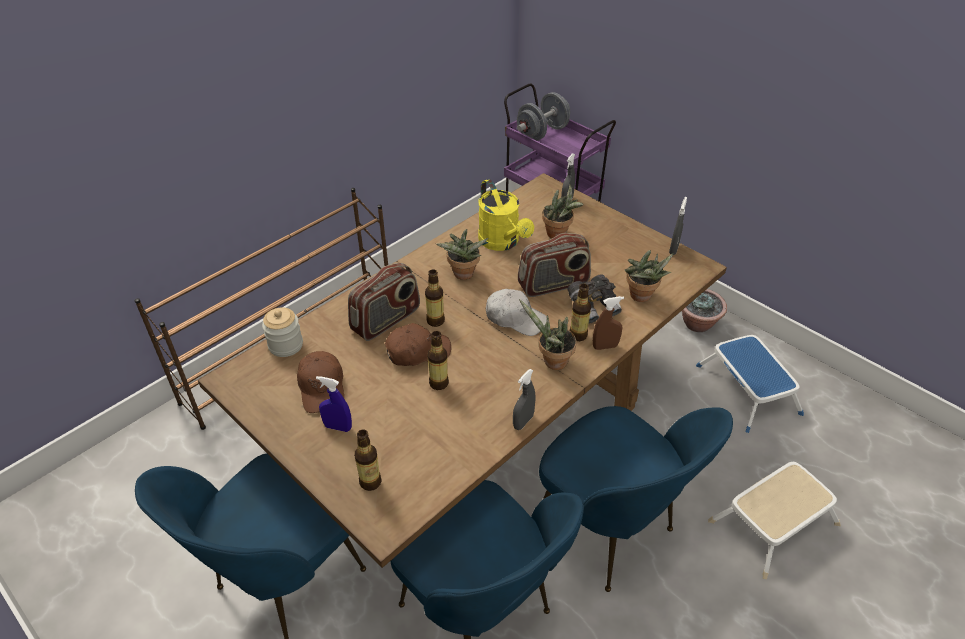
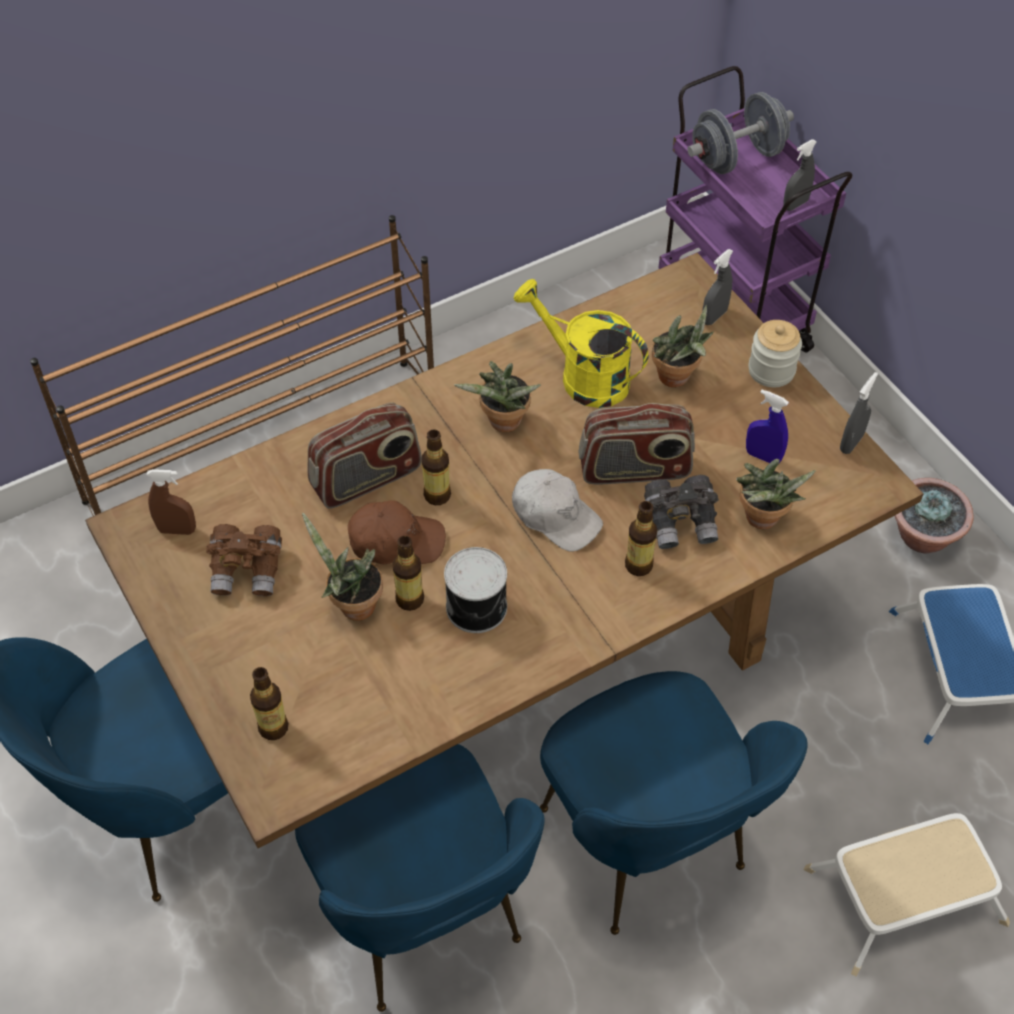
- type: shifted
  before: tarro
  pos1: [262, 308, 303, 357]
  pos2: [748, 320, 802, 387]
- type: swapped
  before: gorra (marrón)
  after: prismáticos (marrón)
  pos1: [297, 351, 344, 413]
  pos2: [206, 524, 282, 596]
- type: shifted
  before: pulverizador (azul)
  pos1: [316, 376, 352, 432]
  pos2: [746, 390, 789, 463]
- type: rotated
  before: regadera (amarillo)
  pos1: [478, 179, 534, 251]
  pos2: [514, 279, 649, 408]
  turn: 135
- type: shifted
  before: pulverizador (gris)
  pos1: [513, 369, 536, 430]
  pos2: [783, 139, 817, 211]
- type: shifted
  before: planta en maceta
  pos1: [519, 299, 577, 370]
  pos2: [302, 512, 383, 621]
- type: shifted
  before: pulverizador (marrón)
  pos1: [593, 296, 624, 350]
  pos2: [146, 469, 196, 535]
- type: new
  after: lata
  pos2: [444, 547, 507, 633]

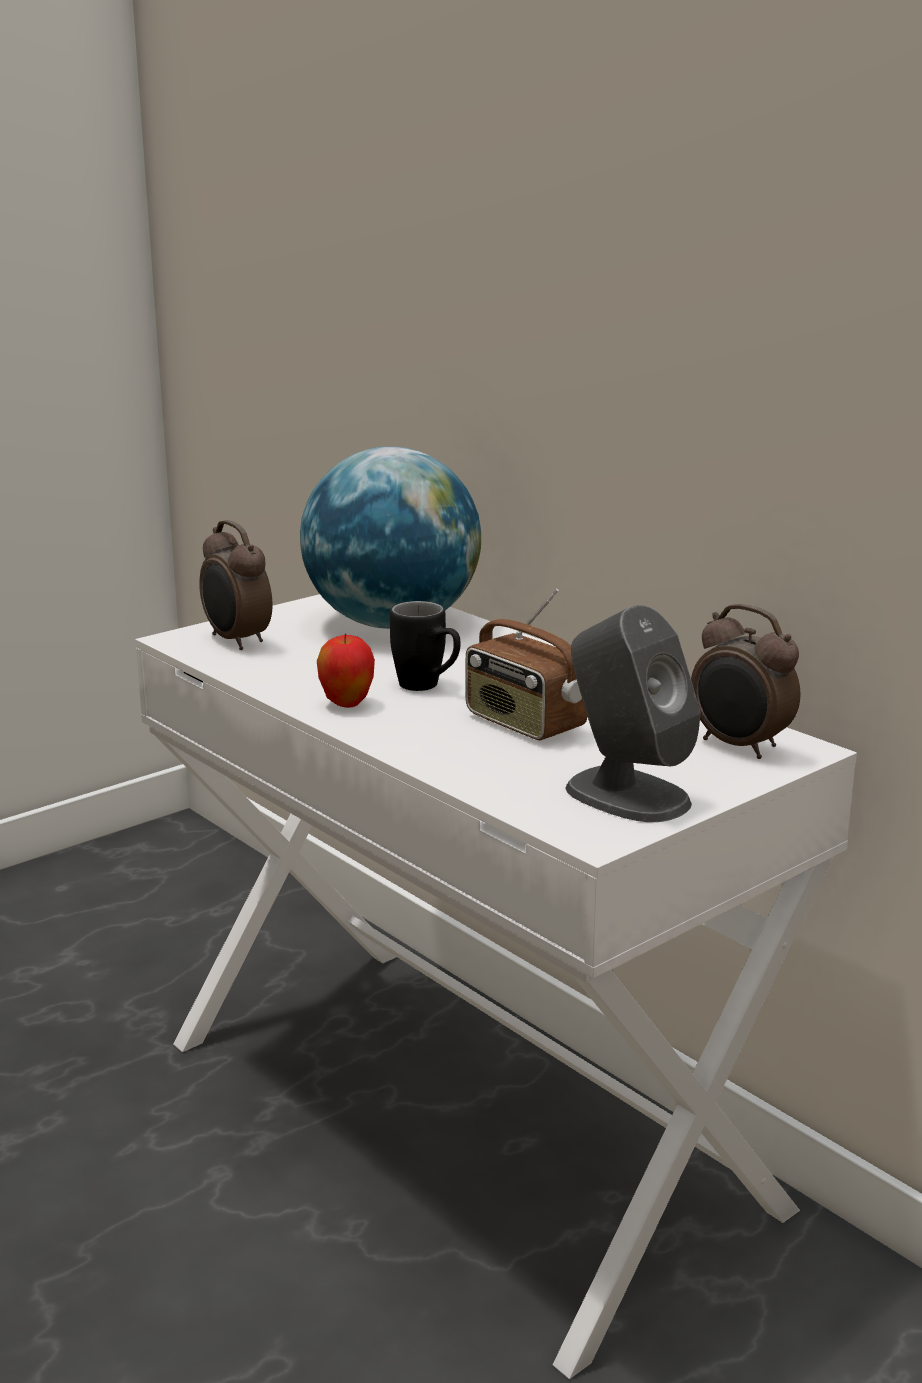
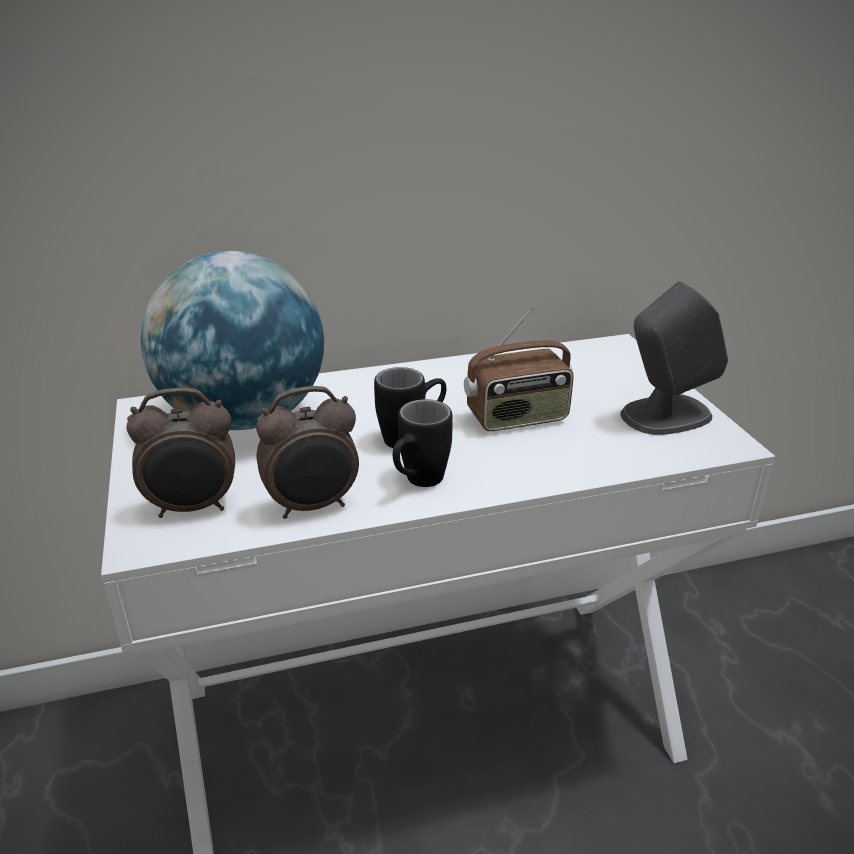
- type: swapped
  before: manzana
  after: taza grande (negro)
  pos1: [317, 633, 375, 708]
  pos2: [393, 399, 453, 487]
- type: shifted
  before: despertador
  pos1: [691, 604, 800, 759]
  pos2: [256, 386, 359, 519]

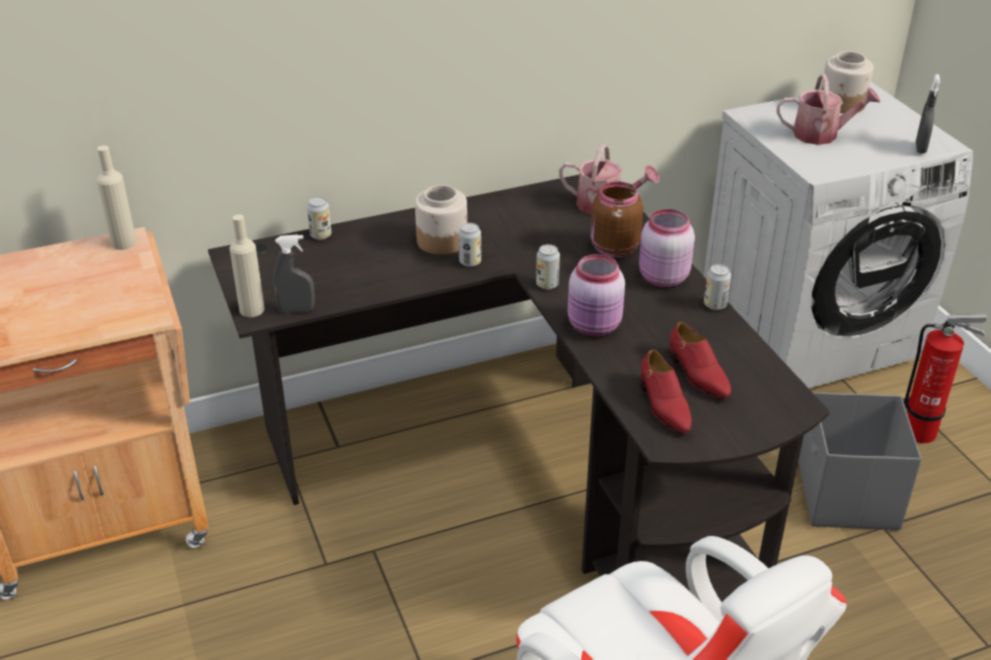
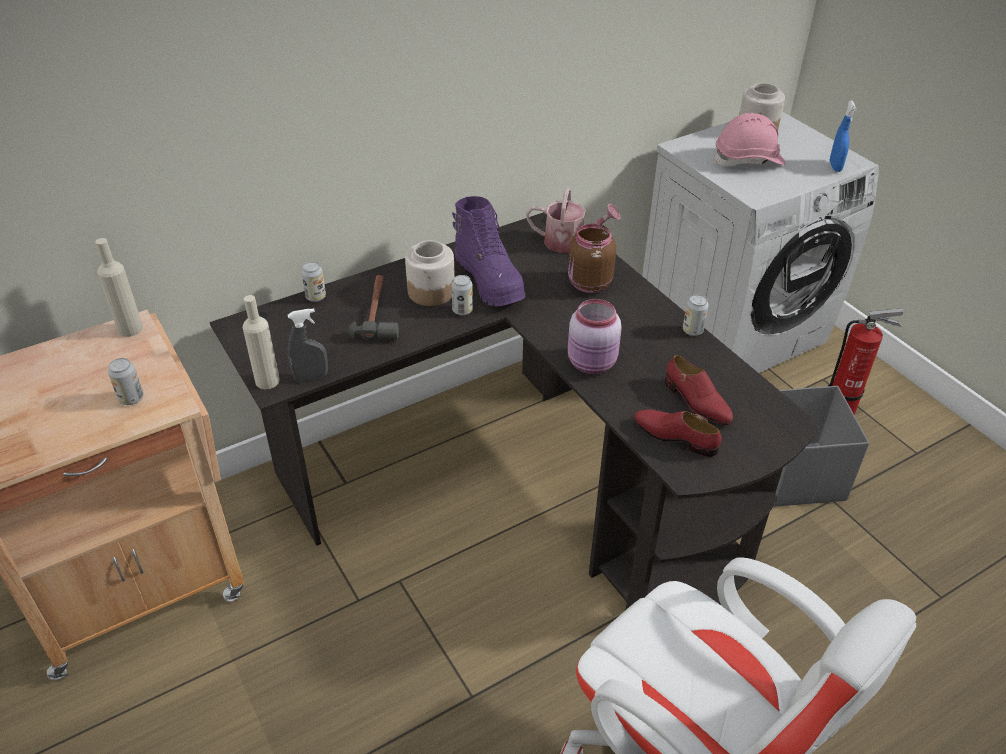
- type: shifted
  before: lata
  pos1: [536, 244, 560, 289]
  pos2: [108, 358, 144, 405]
- type: gone
  before: tarro (rosa)
  pos1: [639, 209, 695, 287]
- type: rotated
  before: zapato (rojo)
  pos1: [640, 349, 692, 434]
  pos2: [634, 409, 722, 457]
  turn: 150
- type: swapped
  before: regadera
  after: casco (rosa)
  pos1: [777, 74, 881, 145]
  pos2: [714, 113, 785, 167]
- type: repainted
  before: pulverizador (gris)
  after: pulverizador (azul)
  pos1: [916, 74, 940, 154]
  pos2: [830, 101, 856, 172]
- type: new
  after: martillo
  pos2: [348, 275, 399, 340]
- type: new
  after: bota (morado)
  pos2: [452, 196, 526, 307]

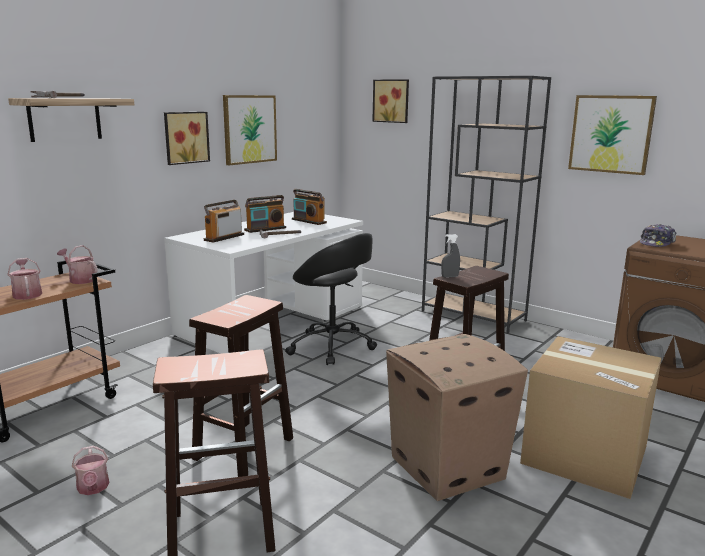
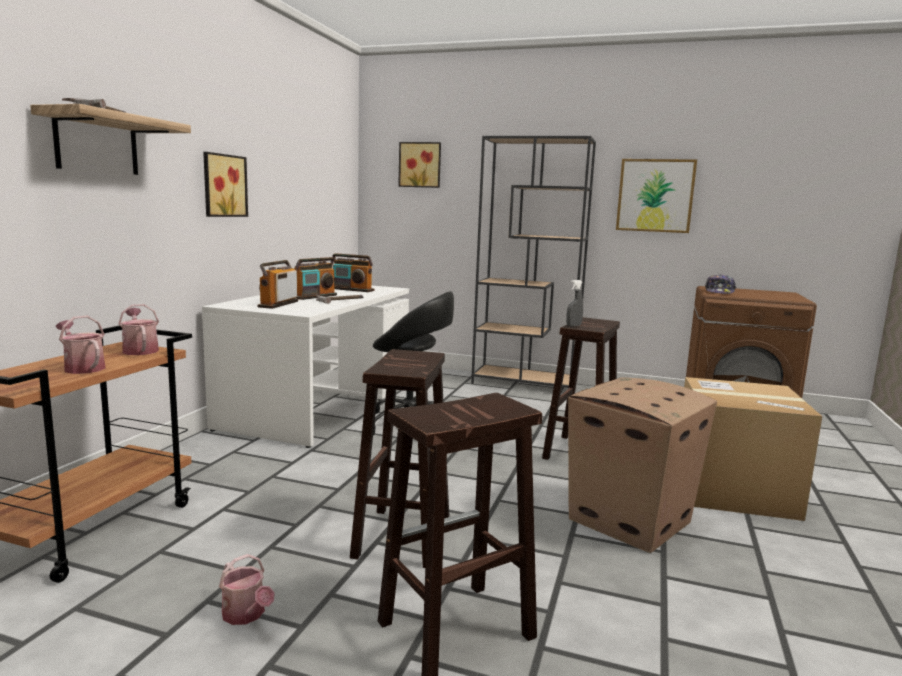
- type: rotated
  before: regadera
  pos1: [57, 245, 98, 284]
  pos2: [119, 304, 159, 355]
  turn: 45
- type: gone
  before: cuadro
  pos1: [223, 95, 277, 165]

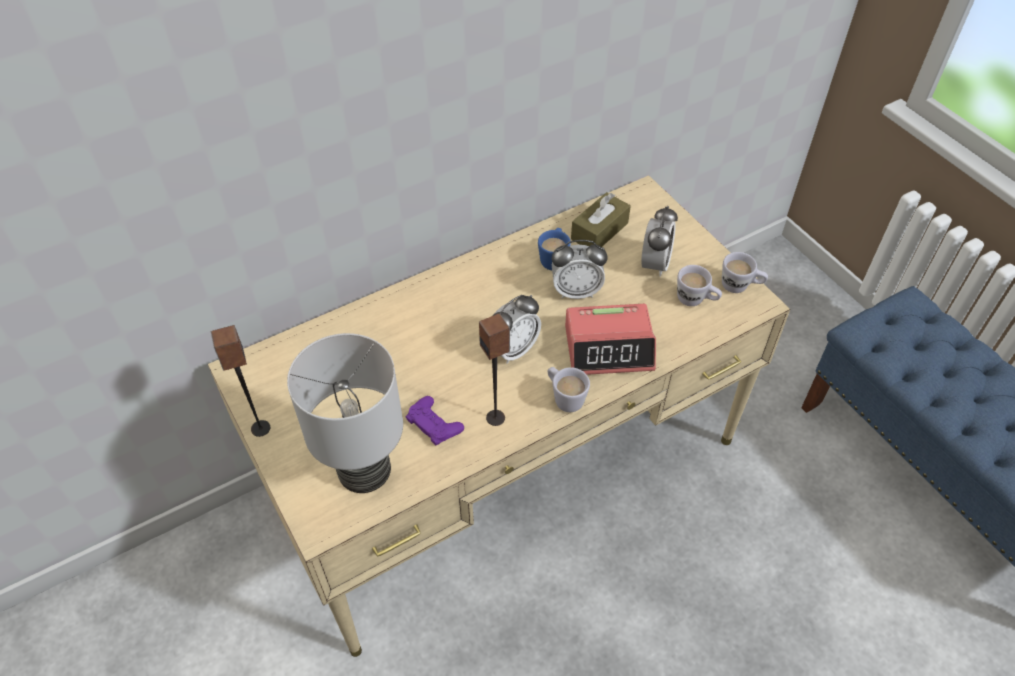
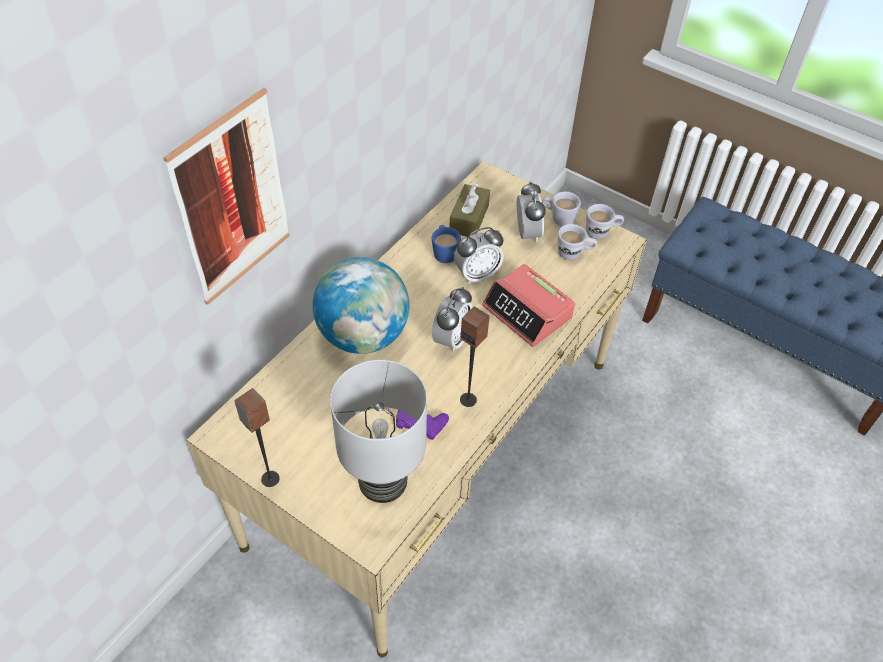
- type: shifted
  before: taza grande (blanco)
  pos1: [548, 367, 590, 412]
  pos2: [542, 192, 581, 226]
- type: rotated
  before: despertador
  pos1: [565, 304, 656, 375]
  pos2: [482, 264, 575, 347]
  turn: 75
- type: new
  after: cuadro
  pos2: [163, 88, 290, 305]
- type: new
  after: globo terráqueo
  pos2: [312, 257, 409, 354]

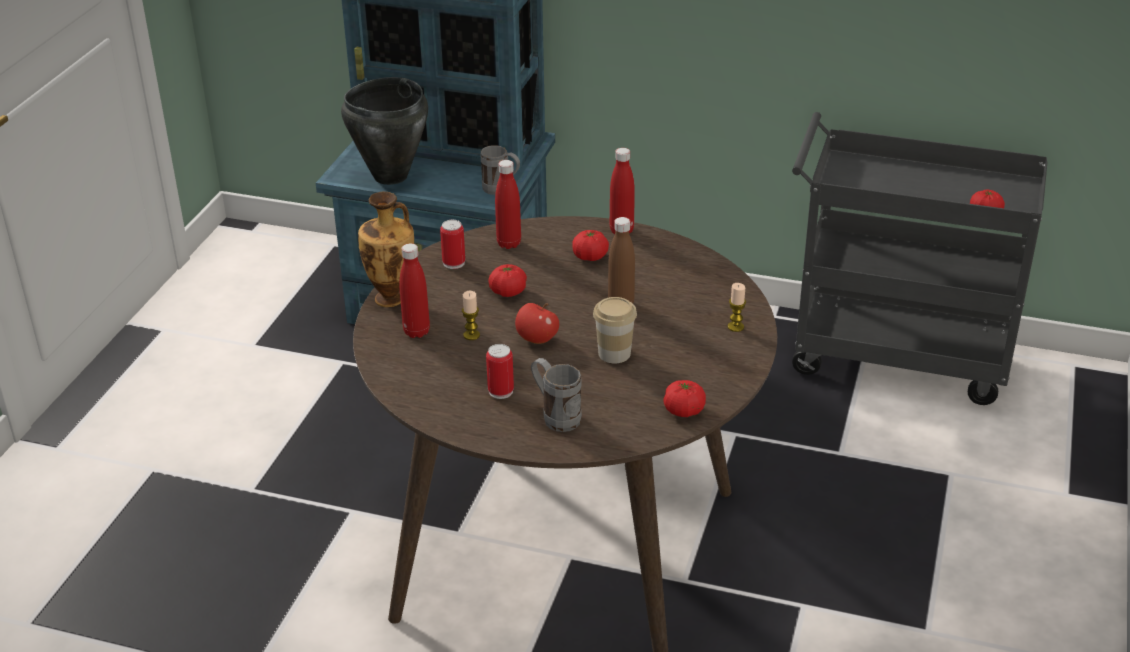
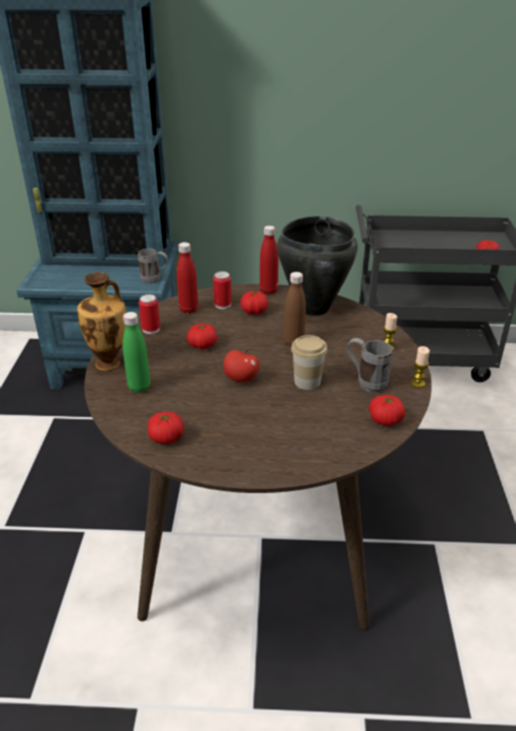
- type: shifted
  before: olla (negro)
  pos1: [341, 77, 428, 185]
  pos2: [277, 216, 358, 316]
- type: repainted
  before: botella (rojo)
  after: botella (verde)
  pos1: [399, 243, 430, 338]
  pos2: [123, 312, 150, 393]
- type: shifted
  before: vela
  pos1: [462, 291, 480, 340]
  pos2: [411, 346, 430, 388]
- type: shifted
  before: lata
  pos1: [486, 344, 514, 399]
  pos2: [213, 271, 232, 309]
- type: shifted
  before: taza grande (gris)
  pos1: [531, 358, 582, 432]
  pos2: [347, 338, 393, 393]
- type: new
  after: tomate
  pos2: [148, 411, 184, 444]

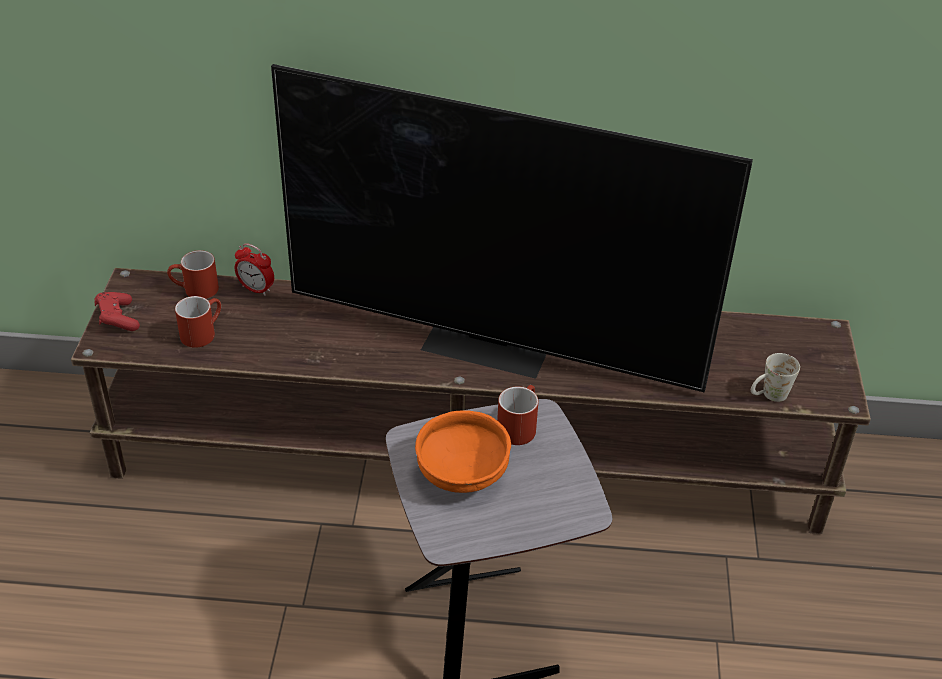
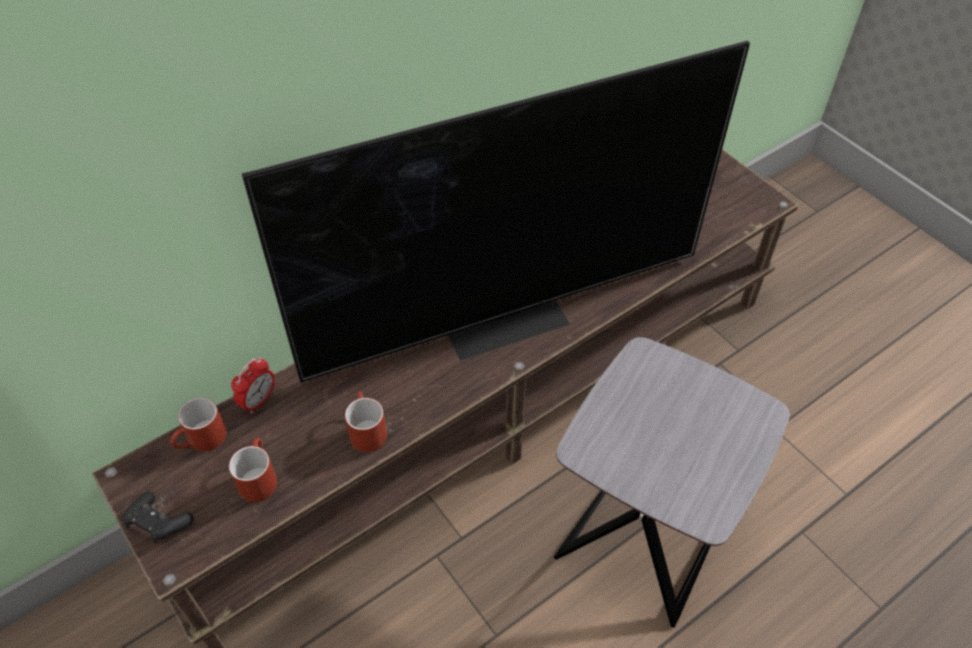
- type: repainted
  before: mando de consola (rojo)
  after: mando de consola (negro)
  pos1: [94, 292, 140, 331]
  pos2: [123, 492, 194, 544]
- type: rotated
  before: despertador
  pos1: [235, 243, 274, 296]
  pos2: [231, 358, 275, 414]
  turn: -45
- type: gone
  before: cuenco (naranja)
  pos1: [415, 410, 511, 493]
- type: shifted
  before: taza grande (rojo)
  pos1: [497, 385, 538, 445]
  pos2: [345, 391, 387, 452]
- type: gone
  before: taza grande (blanco)
  pos1: [751, 353, 800, 402]

